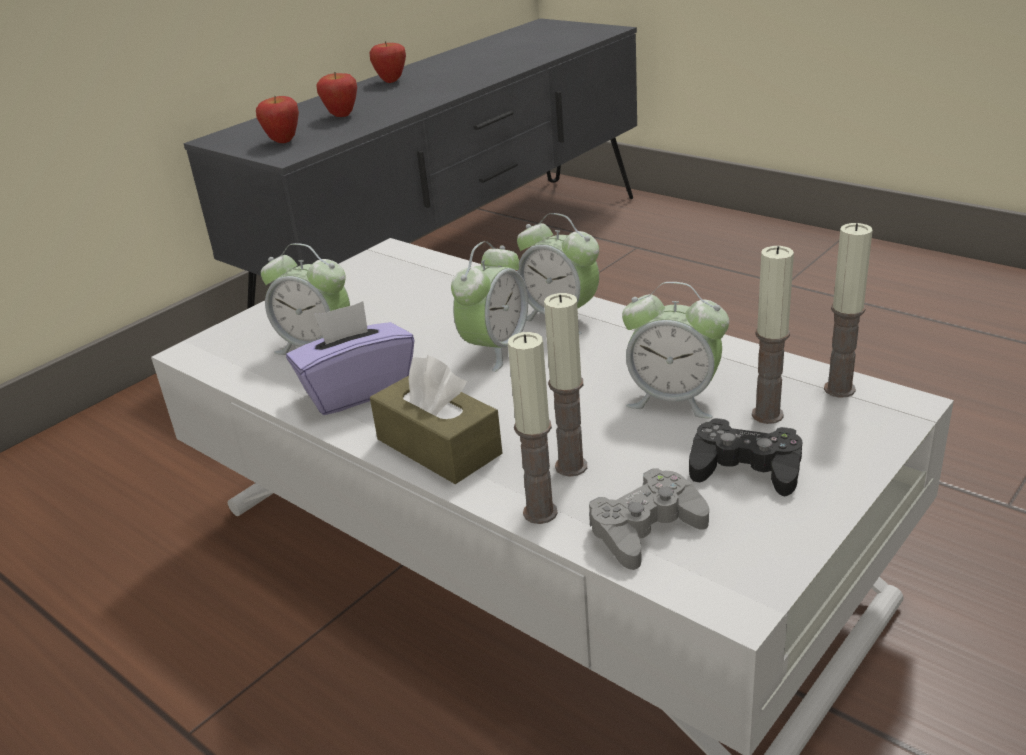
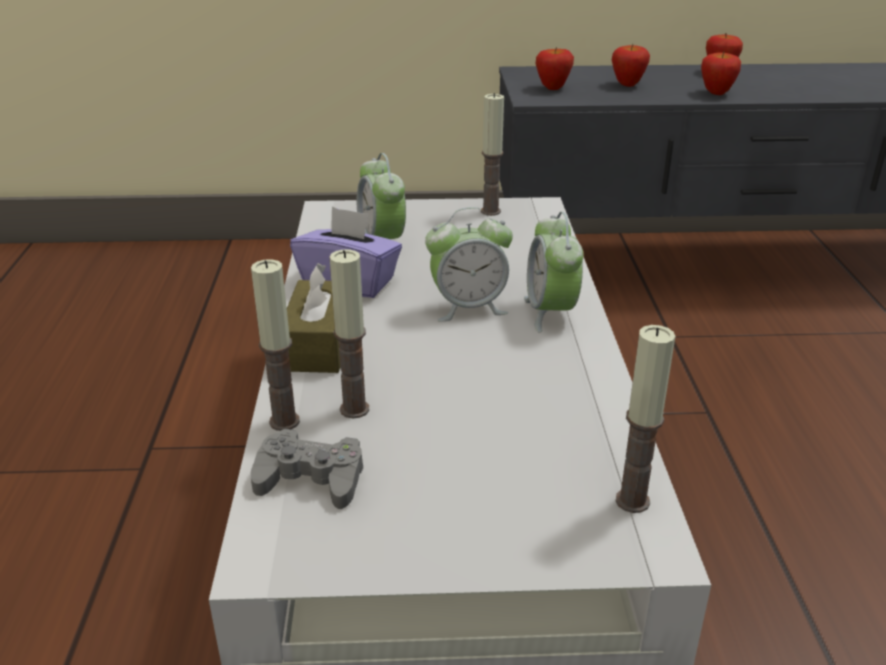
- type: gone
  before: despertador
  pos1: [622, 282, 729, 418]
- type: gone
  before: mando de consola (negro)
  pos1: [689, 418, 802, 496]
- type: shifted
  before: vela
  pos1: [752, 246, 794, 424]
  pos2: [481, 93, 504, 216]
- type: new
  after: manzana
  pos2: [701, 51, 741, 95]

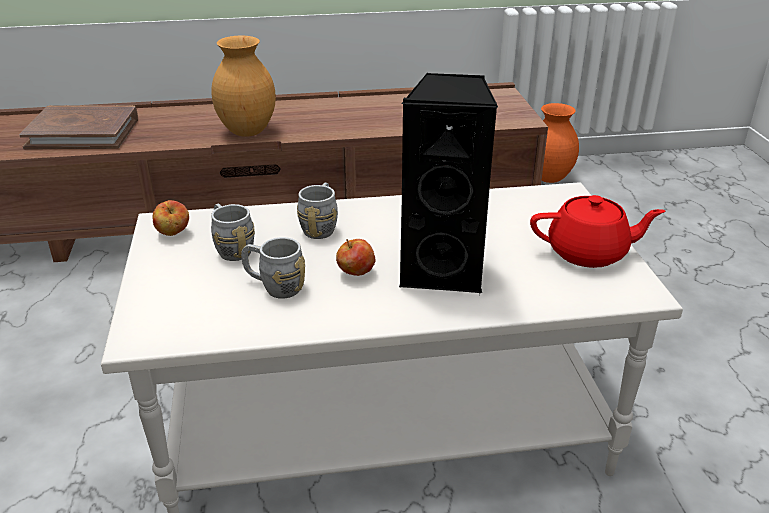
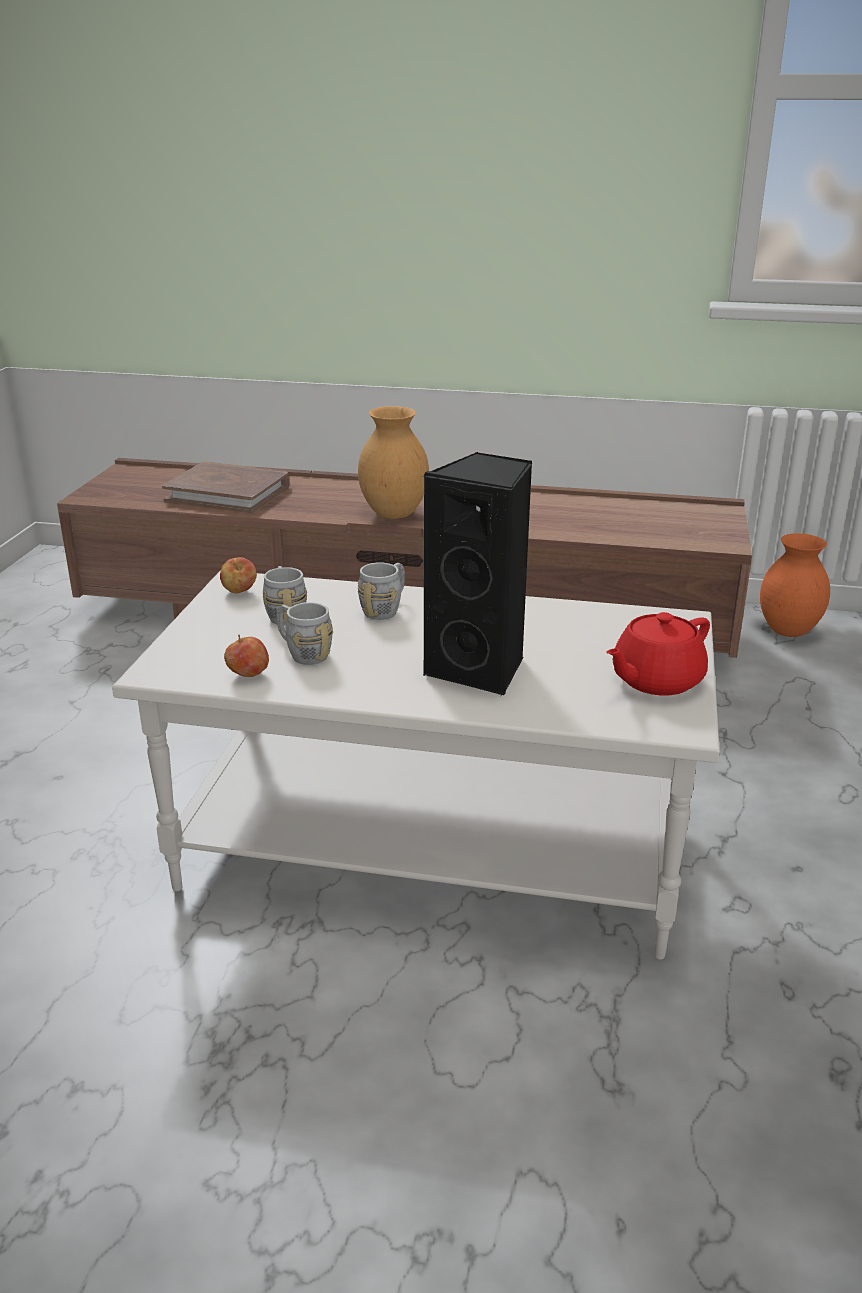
- type: shifted
  before: manzana
  pos1: [336, 239, 375, 276]
  pos2: [224, 635, 269, 677]
- type: rotated
  before: tetera (rojo)
  pos1: [530, 195, 665, 268]
  pos2: [607, 612, 710, 695]
  turn: 120

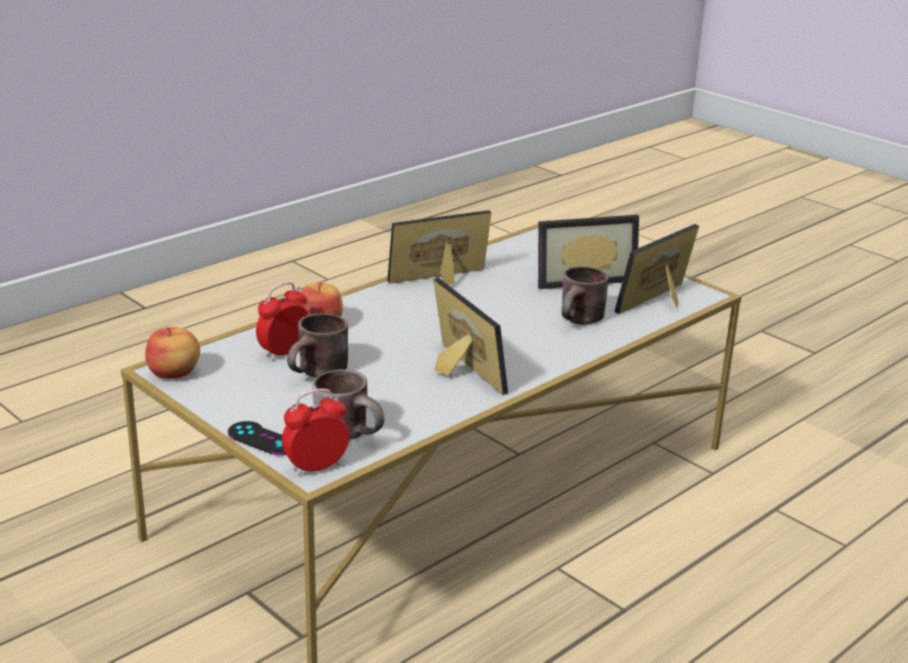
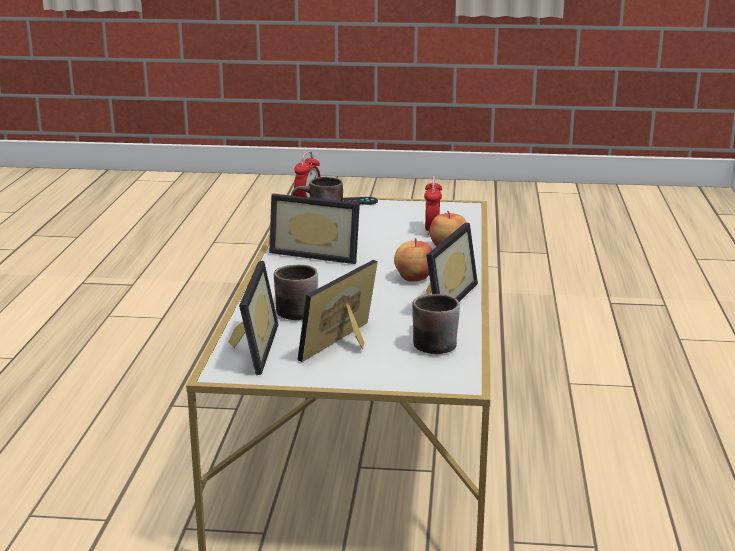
- type: shifted
  before: manzana
  pos1: [145, 327, 200, 379]
  pos2: [394, 238, 432, 282]
- type: shifted
  before: taza grande (marrón)
  pos1: [287, 313, 348, 377]
  pos2: [412, 294, 460, 354]

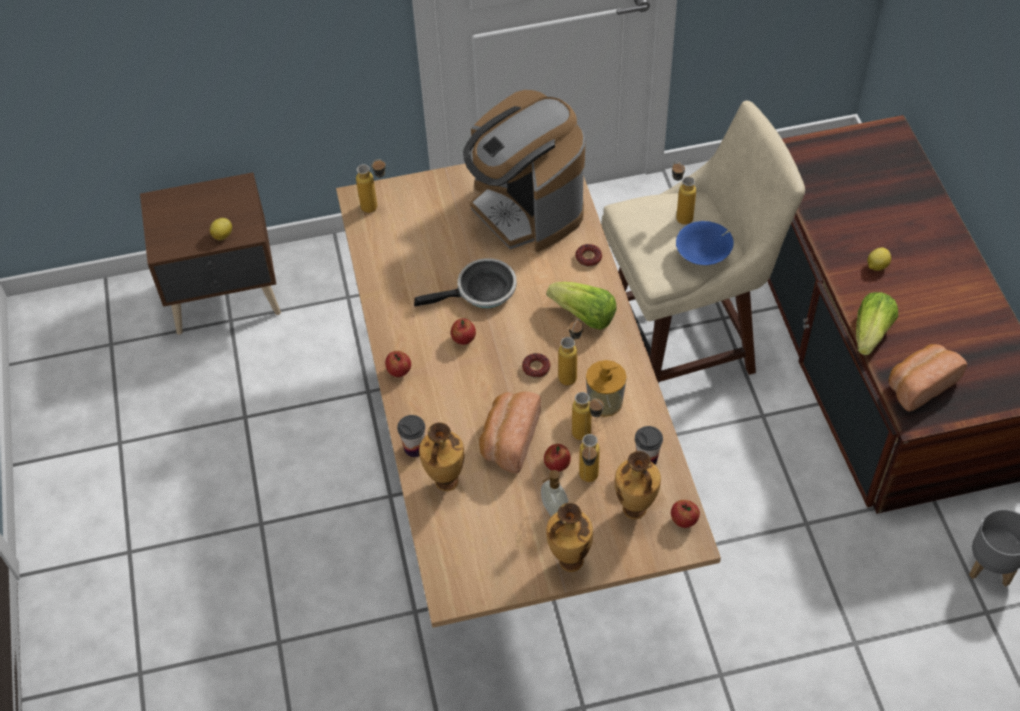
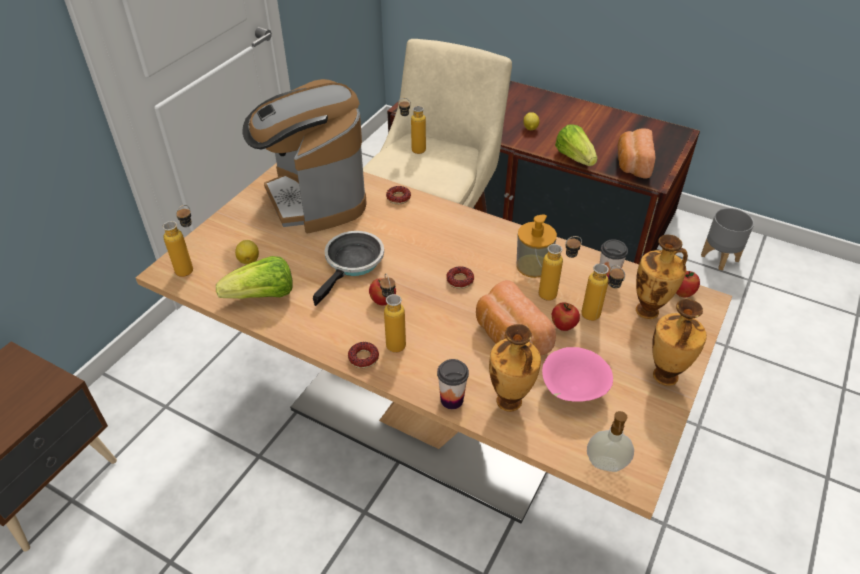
- type: shifted
  before: limón
  pos1: [210, 218, 232, 240]
  pos2: [235, 240, 259, 265]
- type: swapped
  before: manzana
  after: rosquilla
  pos1: [385, 351, 411, 377]
  pos2: [348, 342, 379, 368]
- type: rotated
  before: cafetera
  pos1: [463, 89, 586, 252]
  pos2: [242, 79, 367, 233]
  turn: 60
- type: shifted
  before: dispensador de jabón
  pos1: [541, 470, 568, 517]
  pos2: [587, 411, 634, 472]
- type: shifted
  before: lechuga
  pos1: [547, 282, 616, 330]
  pos2: [216, 256, 293, 299]
- type: shifted
  before: botella
  pos1: [558, 319, 583, 385]
  pos2: [380, 273, 406, 353]
- type: gone
  before: cuenco (azul)
  pos1: [676, 221, 734, 265]
- type: new
  after: cuenco (rosa)
  pos2: [542, 347, 613, 402]

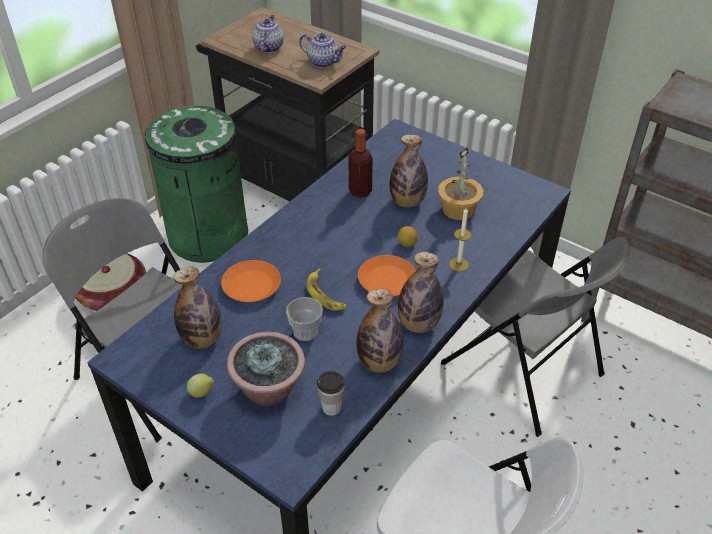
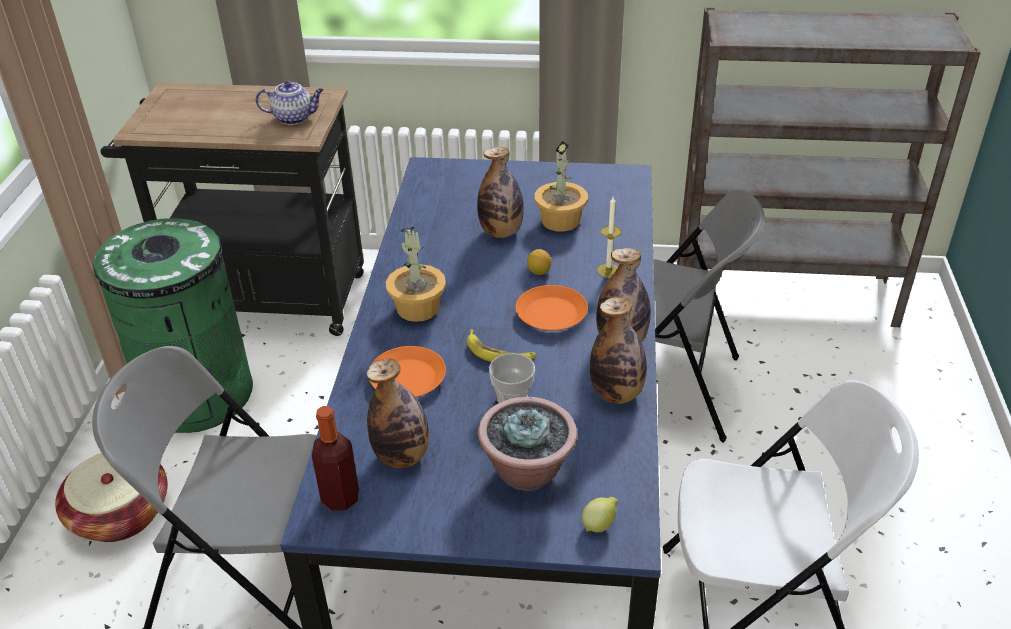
- type: shifted
  before: limón
  pos1: [187, 374, 214, 398]
  pos2: [582, 497, 618, 532]
- type: gone
  before: tetera
  pos1: [252, 15, 284, 53]
- type: gone
  before: taza
  pos1: [317, 371, 345, 416]
- type: shifted
  before: botella
  pos1: [349, 129, 373, 198]
  pos2: [312, 406, 359, 511]
- type: new
  after: planta en maceta
  pos2: [386, 227, 446, 322]

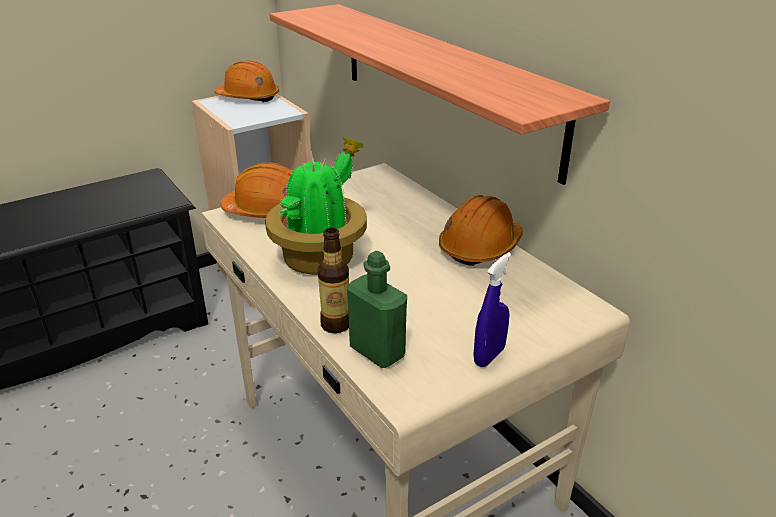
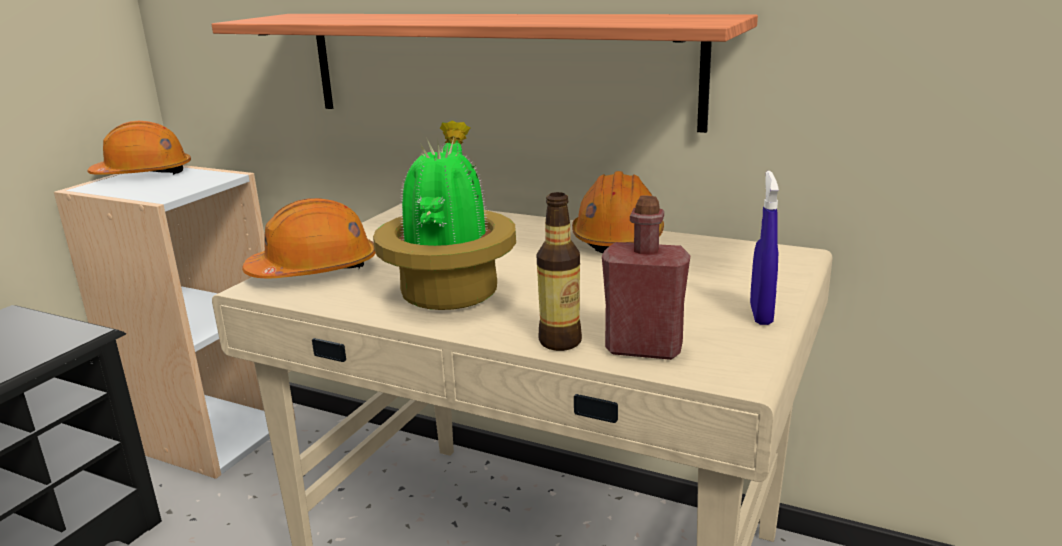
- type: repainted
  before: botella (verde)
  after: botella (rojo)
  pos1: [347, 251, 407, 368]
  pos2: [602, 195, 690, 360]

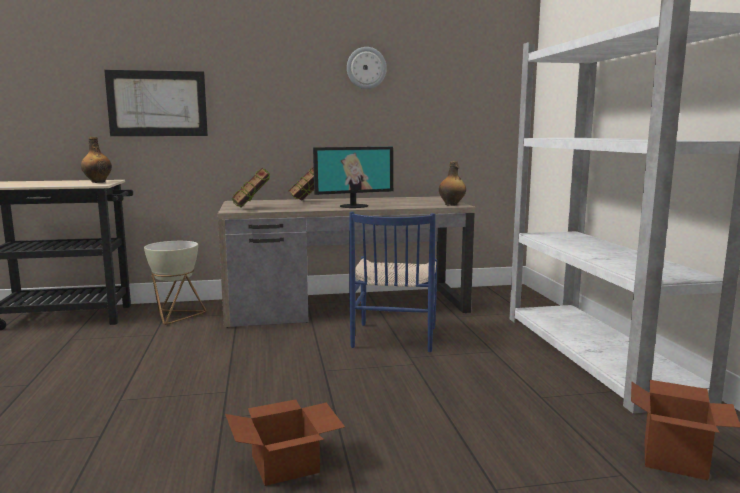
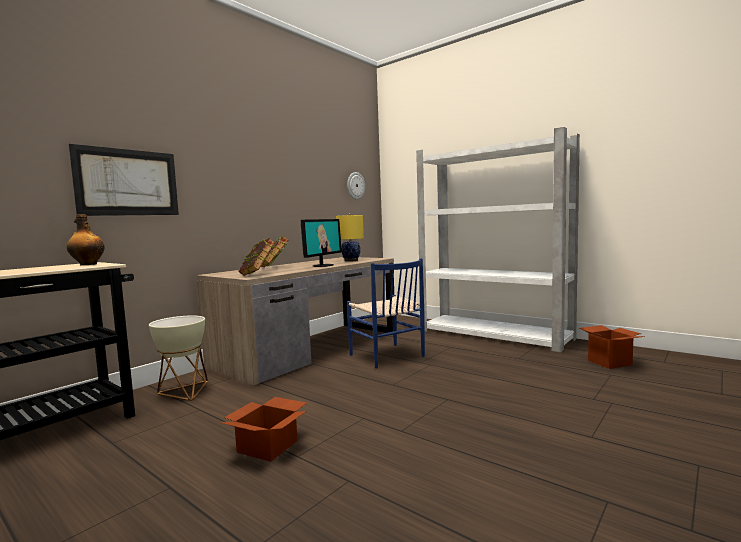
- type: shifted
  before: caja de cartón
  pos1: [225, 399, 345, 486]
  pos2: [219, 397, 307, 462]
- type: shifted
  before: reloj de pared
  pos1: [347, 47, 387, 89]
  pos2: [347, 172, 365, 199]
- type: gone
  before: botella
  pos1: [439, 161, 466, 206]
- type: new
  after: lámpara de mesa (amarillo)
  pos2: [336, 213, 364, 262]

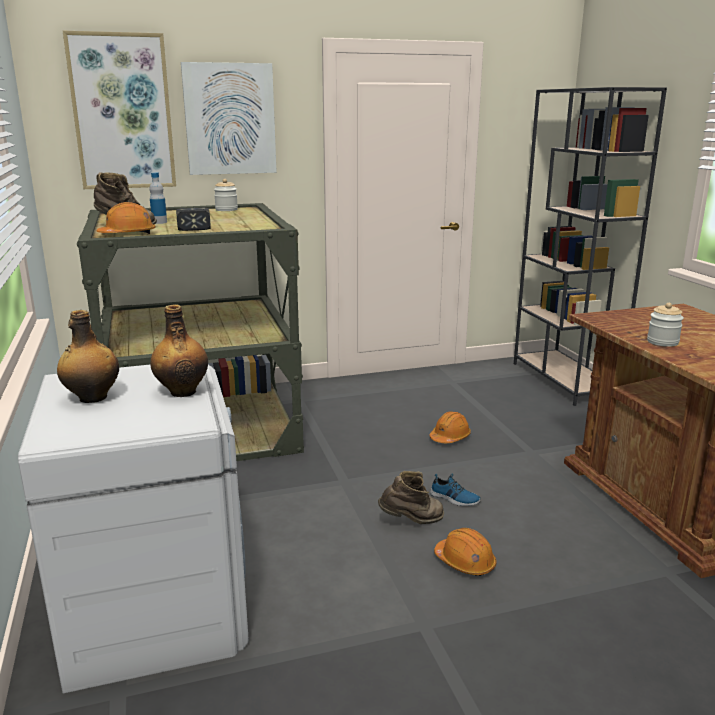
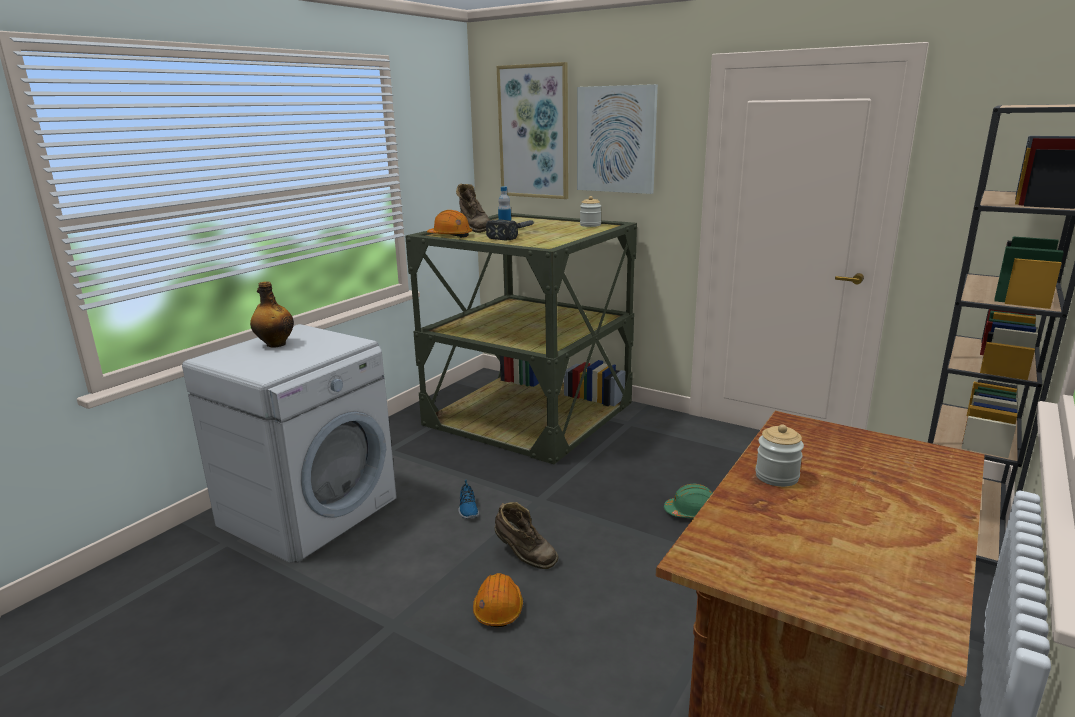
- type: gone
  before: botella
  pos1: [150, 305, 208, 397]
- type: repainted
  before: casco (naranja)
  after: casco (verde)
  pos1: [429, 411, 471, 443]
  pos2: [664, 484, 712, 519]
- type: shifted
  before: zapato
  pos1: [430, 474, 481, 506]
  pos2: [458, 480, 479, 519]

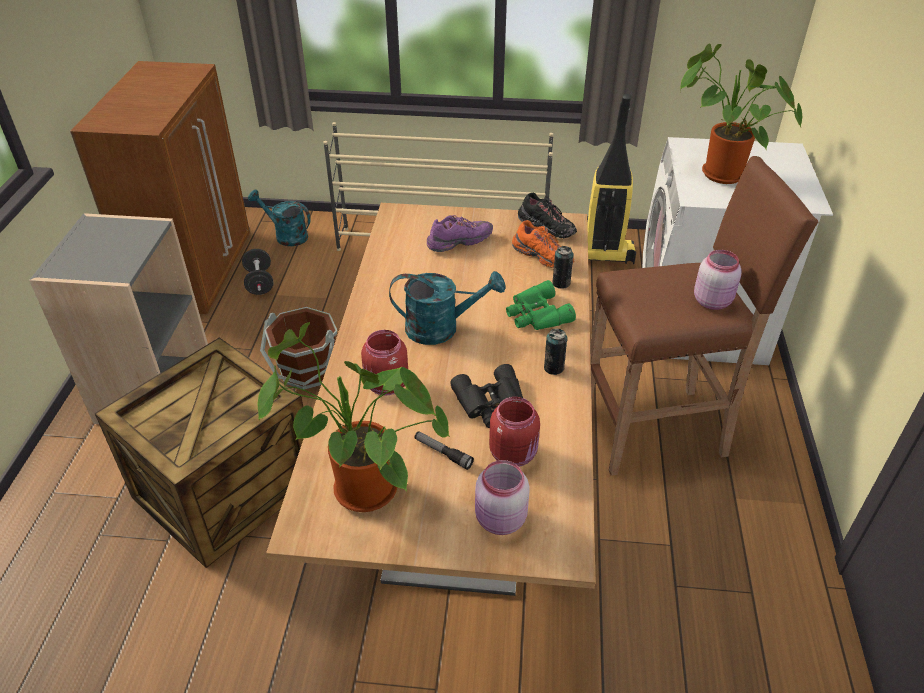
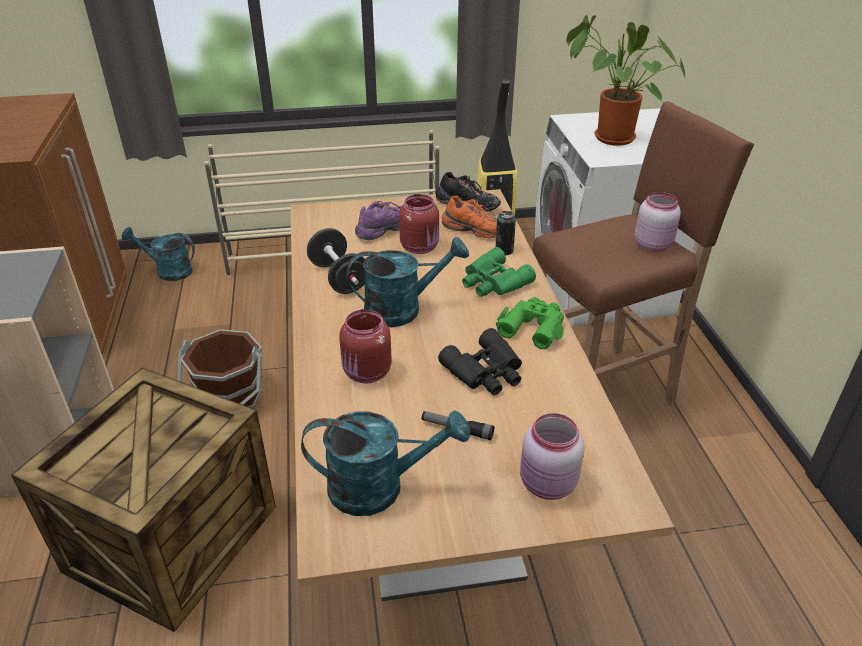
- type: shifted
  before: mancuerna (negro)
  pos1: [242, 249, 274, 295]
  pos2: [307, 228, 365, 294]
- type: swapped
  before: planta en maceta
  after: regadera (turquesa)
  pos1: [257, 322, 450, 512]
  pos2: [301, 411, 470, 516]
- type: shifted
  before: tarro (rojo)
  pos1: [489, 397, 540, 467]
  pos2: [399, 194, 439, 254]
- type: swapped
  before: lata
  after: prismáticos (verde)
  pos1: [544, 328, 567, 375]
  pos2: [496, 297, 564, 349]

